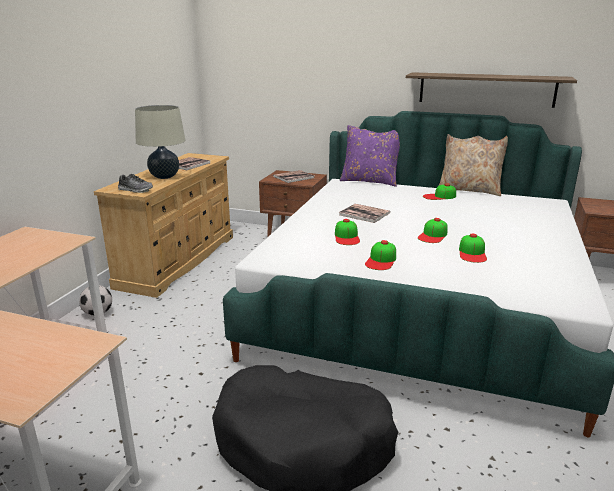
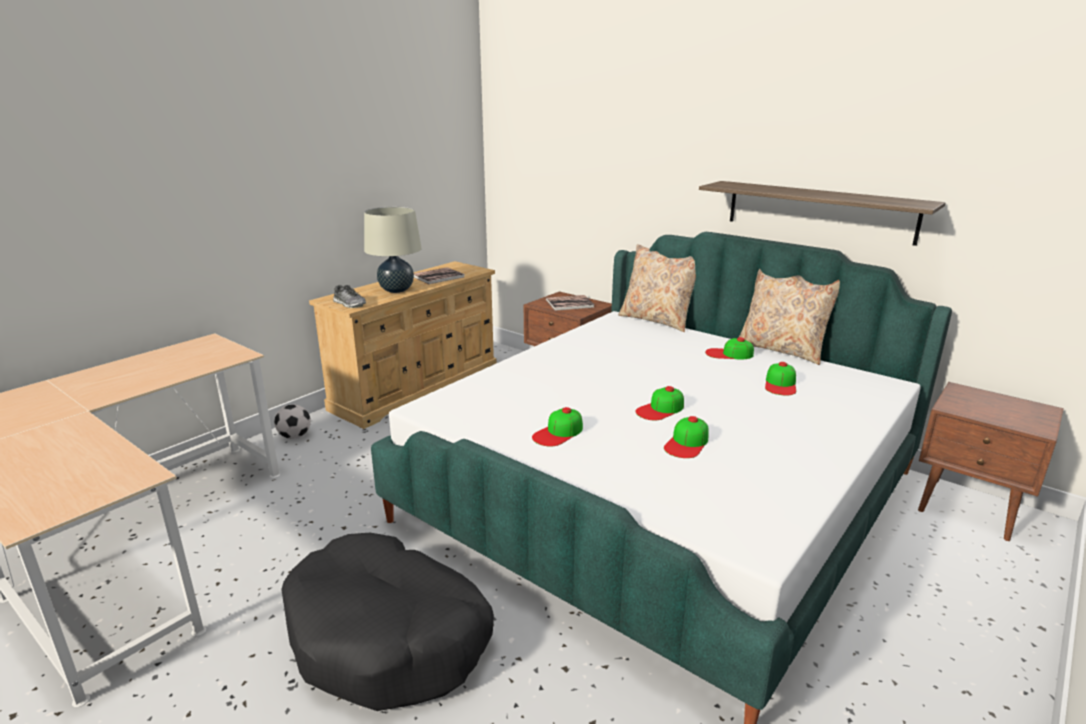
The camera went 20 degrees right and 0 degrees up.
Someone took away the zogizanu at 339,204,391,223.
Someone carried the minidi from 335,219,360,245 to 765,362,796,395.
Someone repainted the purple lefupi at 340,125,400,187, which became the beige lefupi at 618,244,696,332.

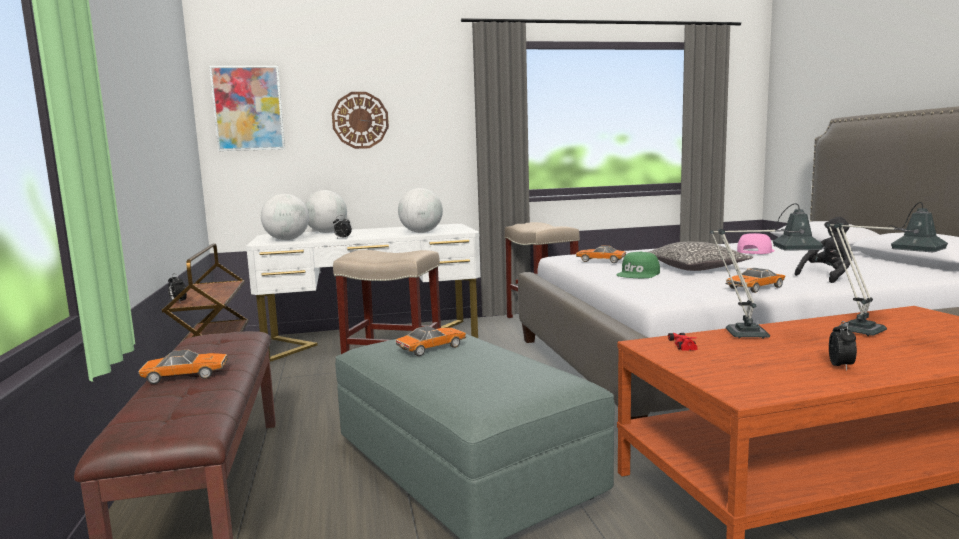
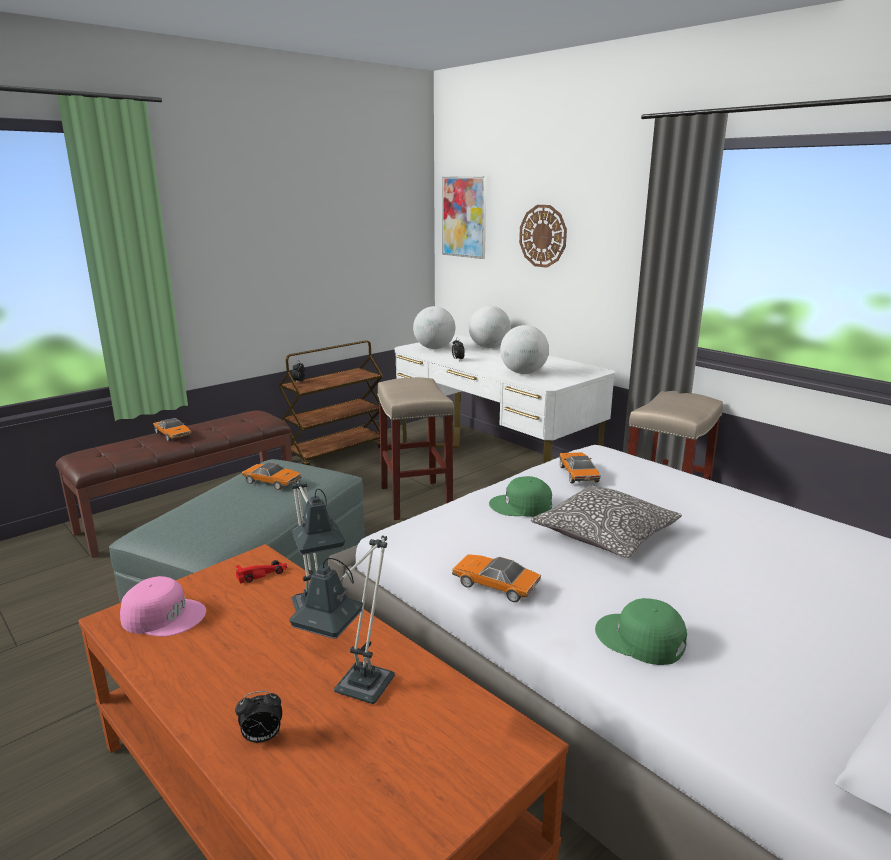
The camera went 60 degrees right and 10 degrees up.
Someone carried the pink minidi from 737,233,775,254 to 120,576,206,636.
Someone carried the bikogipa from 829,321,857,371 to 235,691,282,743.
Someone swapped the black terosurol at 795,217,852,283 for the green minidi at 595,598,687,665.

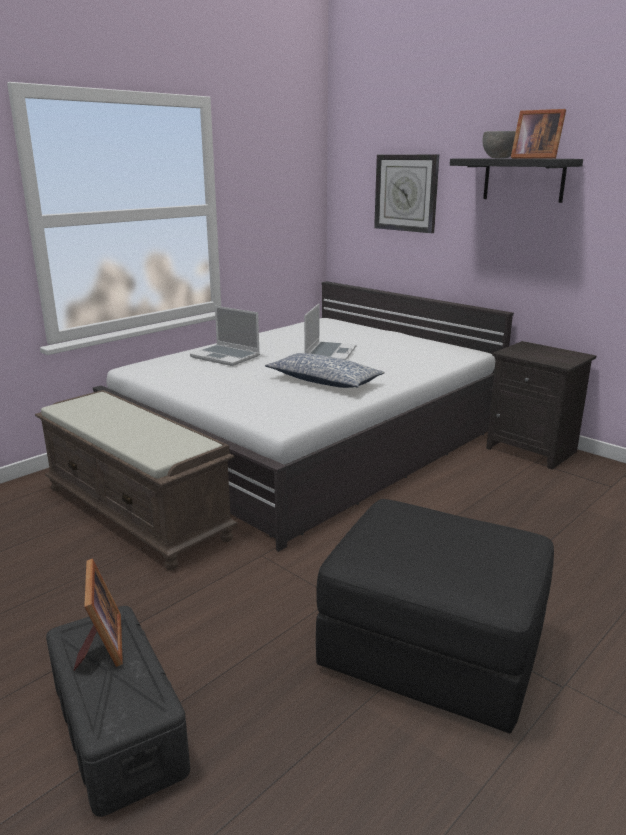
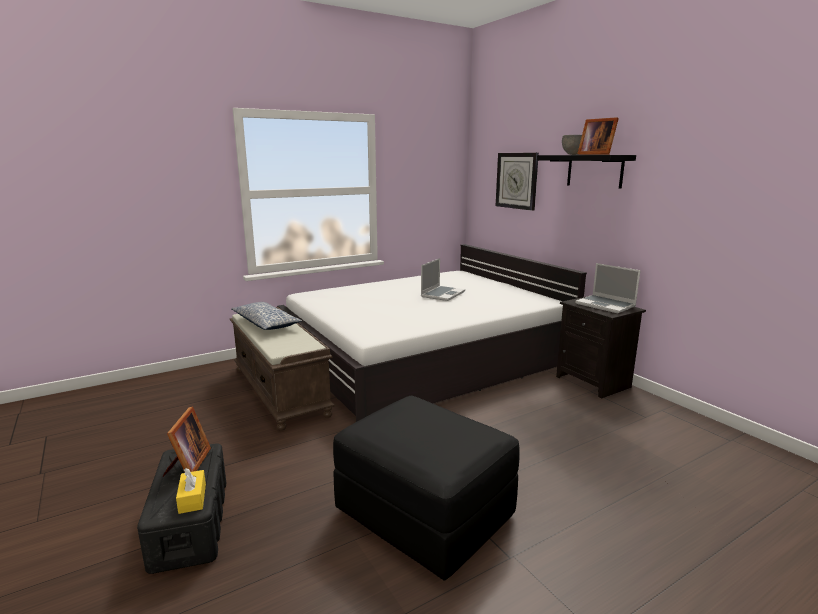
The camera went 15 degrees right and 5 degrees down.
Someone put down the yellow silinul at 176,468,206,514.
Someone carried the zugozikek from 190,306,260,366 to 575,263,641,313.
Someone carried the lefupi from 265,353,385,388 to 231,302,302,330.

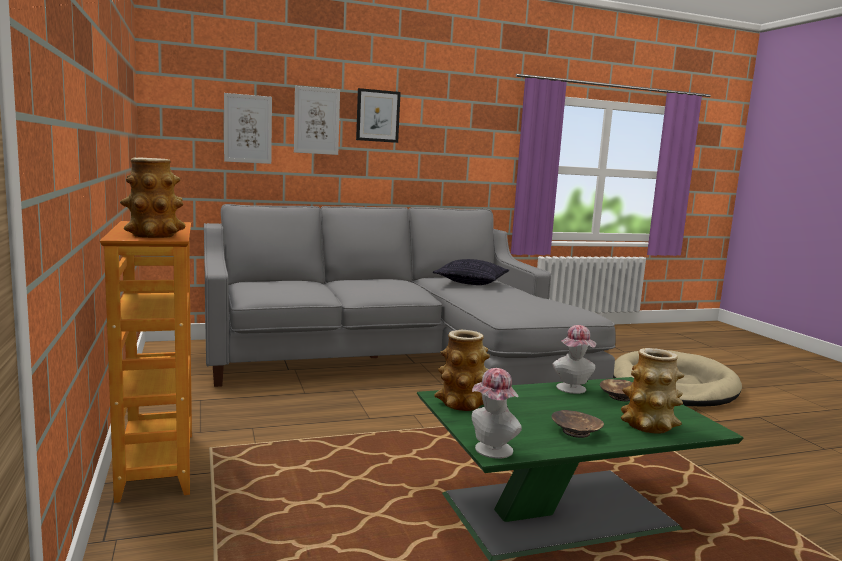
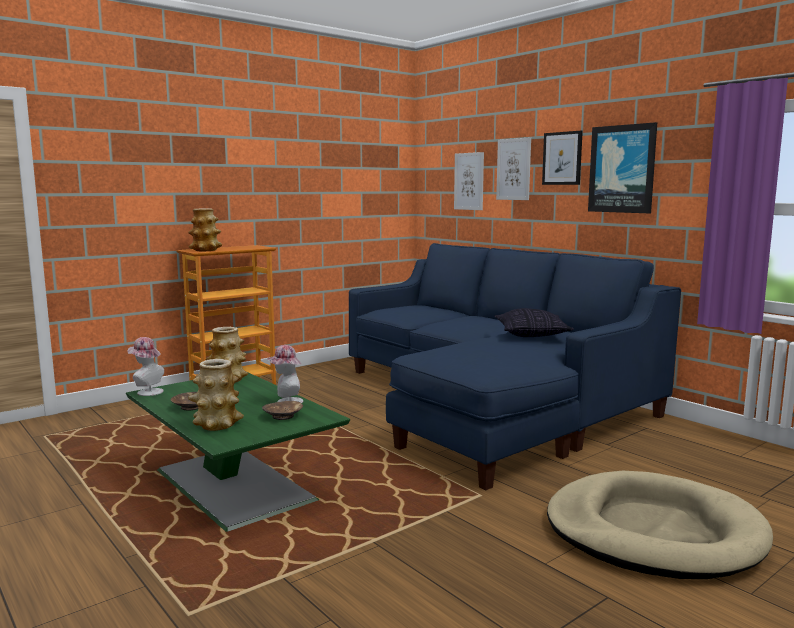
The camera went 70 degrees right and 0 degrees up.
Someone put up the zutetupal at 588,122,657,213.
Someone repainted the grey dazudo at 204,204,616,387, which became the blue dazudo at 349,243,681,490.

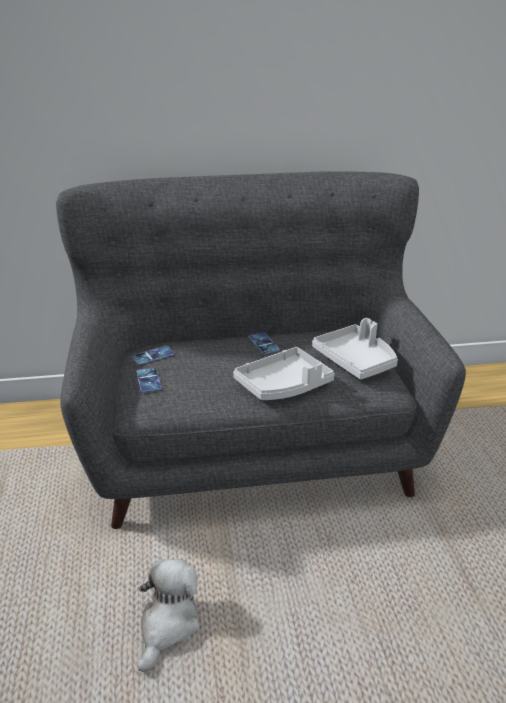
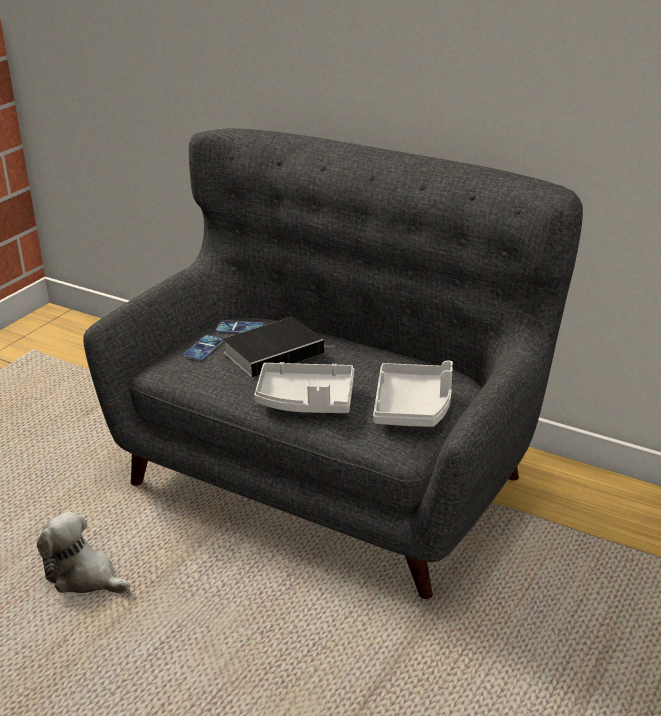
The camera went 40 degrees right and 0 degrees up.
Someone took away the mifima at 248,332,280,354.
Someone put down the zogizanu at 223,317,335,377.
Someone rotated the terosurol at 137,559,200,672 by 120 degrees counterclockwise.

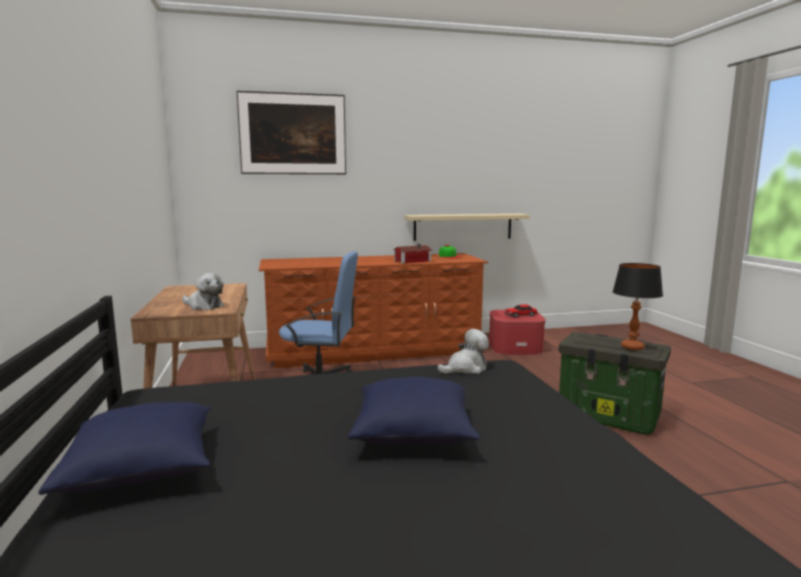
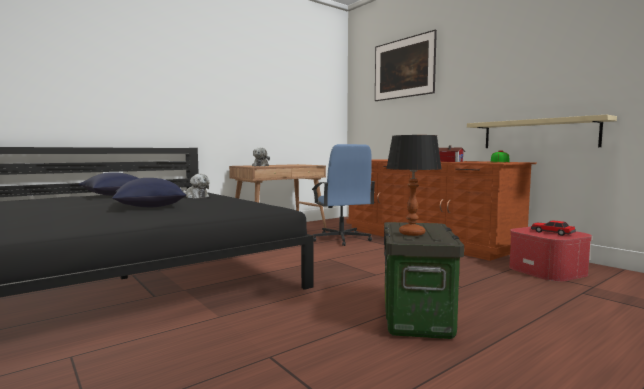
The camera went 65 degrees right and 5 degrees down.
Someone carried the terosurol from 437,329,489,374 to 183,174,209,198.

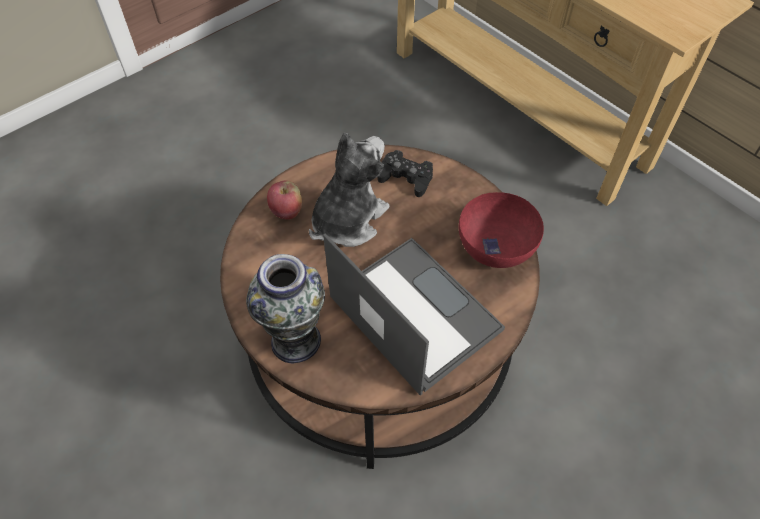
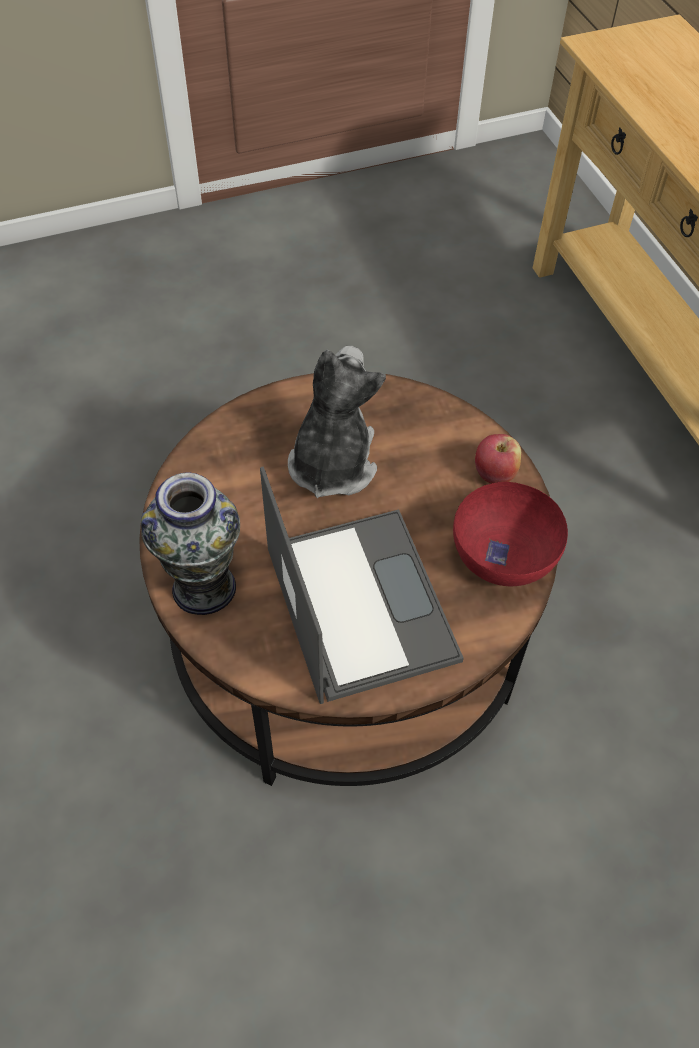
The camera went 20 degrees right and 0 degrees up.
Someone took away the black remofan at 378,150,433,197.
Someone carried the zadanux from 267,180,302,220 to 475,434,521,484.
Someone rotated the terosurol at 309,132,390,247 by 45 degrees counterclockwise.

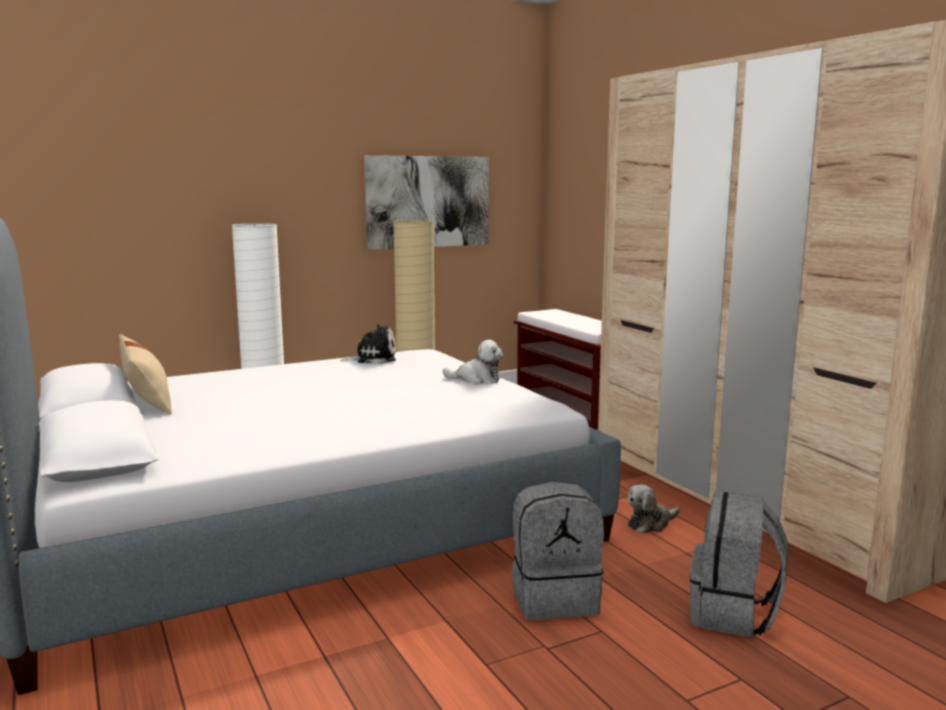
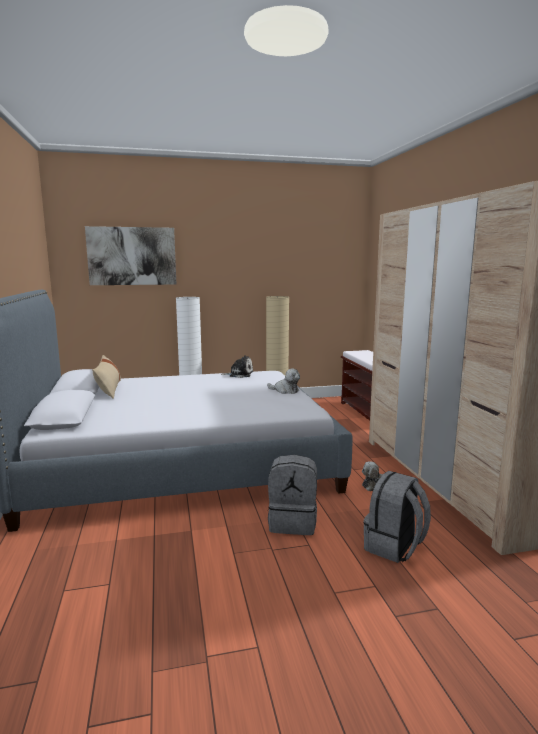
The camera went 15 degrees right and 0 degrees up.
Someone carried the zutetupal from 364,155,489,250 to 85,226,176,285.

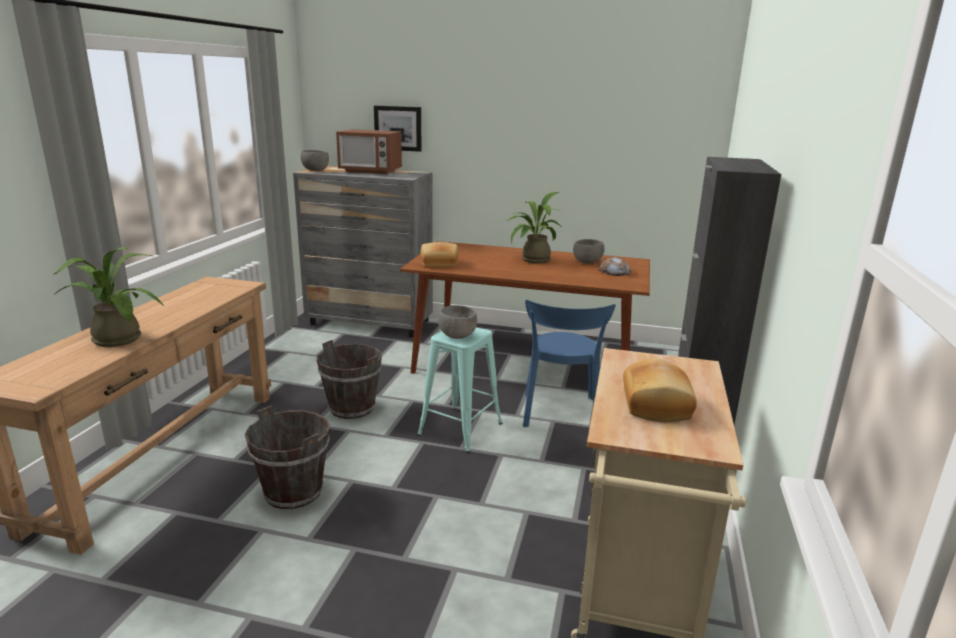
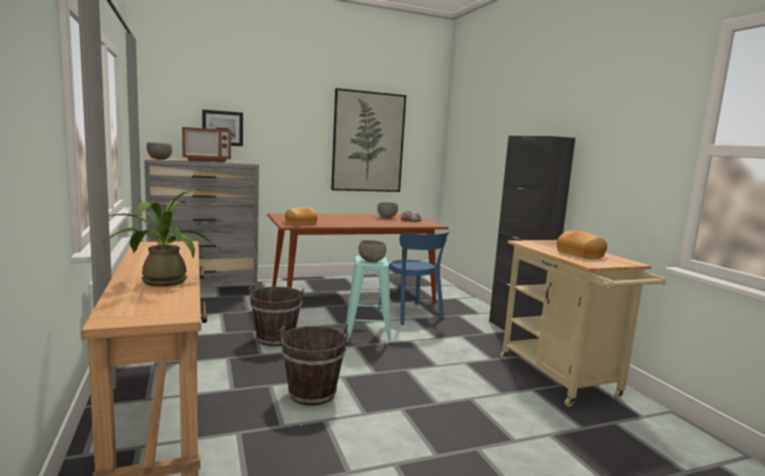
The camera went 35 degrees left and 10 degrees down.
Someone took away the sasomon at 506,192,562,264.
Someone put up the zutetupal at 331,88,406,192.

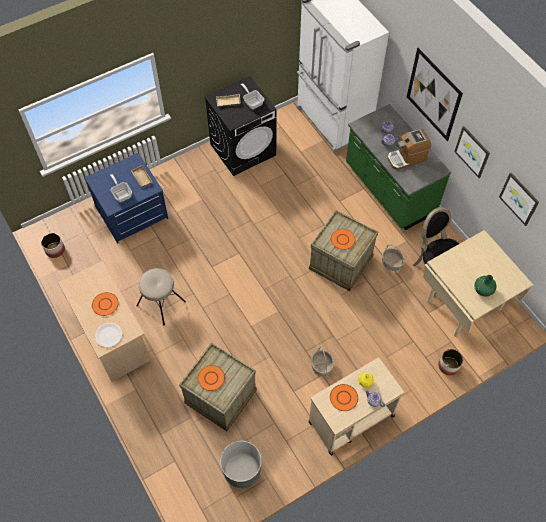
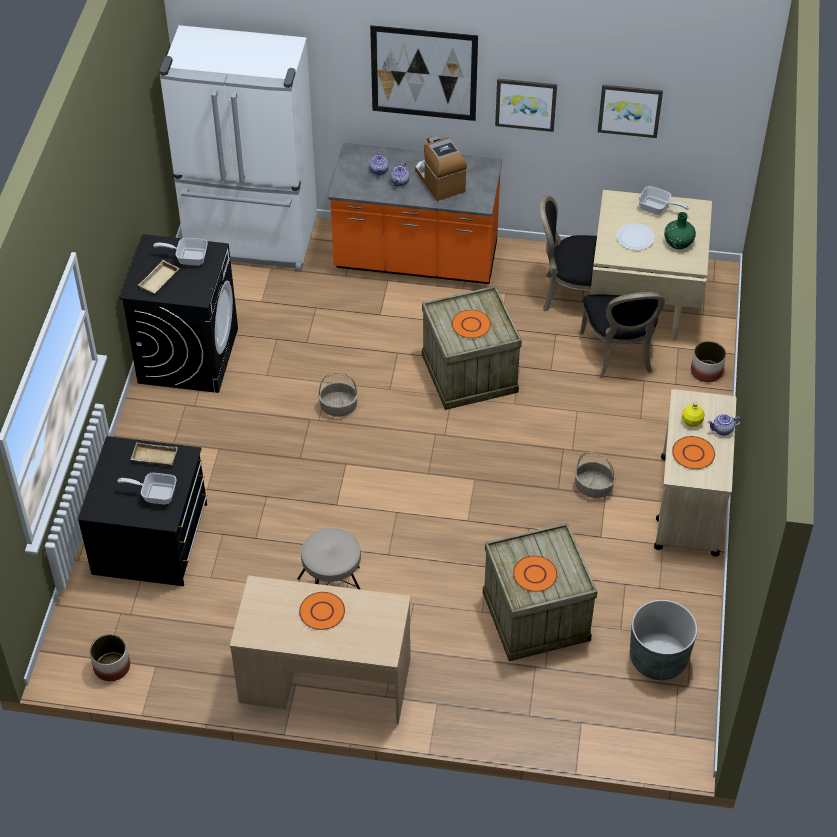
The camera went 50 degrees left and 10 degrees down.
Someone put down the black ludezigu at 580,292,665,378.
Someone put down the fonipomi at 638,186,690,215.
Someone carried the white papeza from 95,323,122,347 to 616,223,655,250.
Someone carried the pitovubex from 382,244,405,271 to 318,373,358,417.
Someone repainted the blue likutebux at 84,153,168,244, which became the black likutebux at 78,436,207,586.
Someone repainted the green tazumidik at 346,104,451,230, which became the orange tazumidik at 328,143,502,284.
Someone rotated the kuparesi at 387,129,431,170 by 135 degrees clockwise.

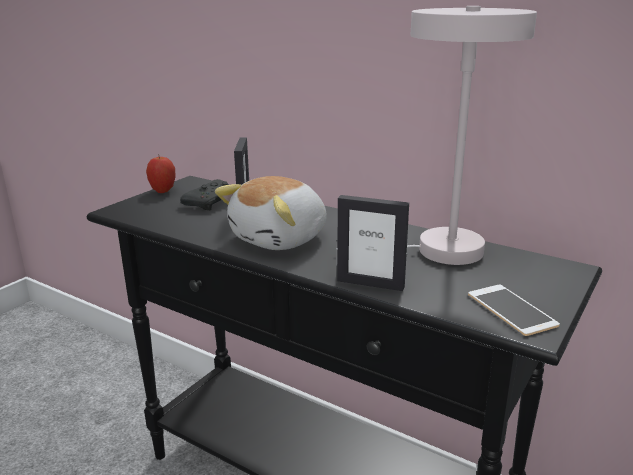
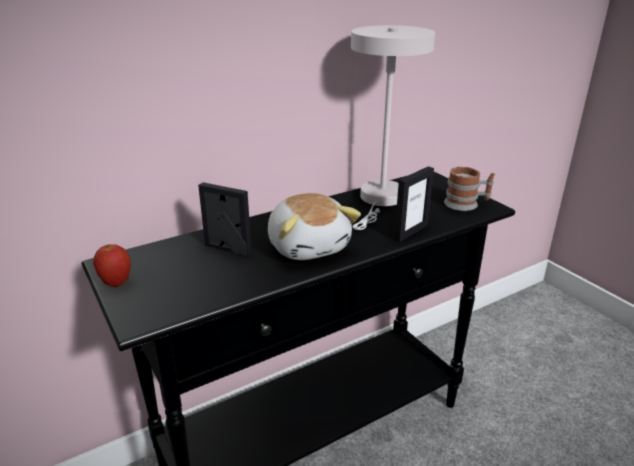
The camera went 65 degrees left and 5 degrees up.
Someone took away the black remofan at 180,179,229,210.
Someone swapped the mifima at 468,285,560,336 for the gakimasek at 444,166,495,211.

